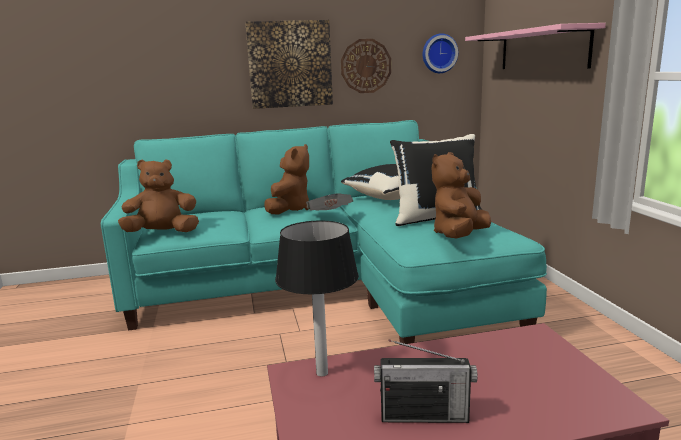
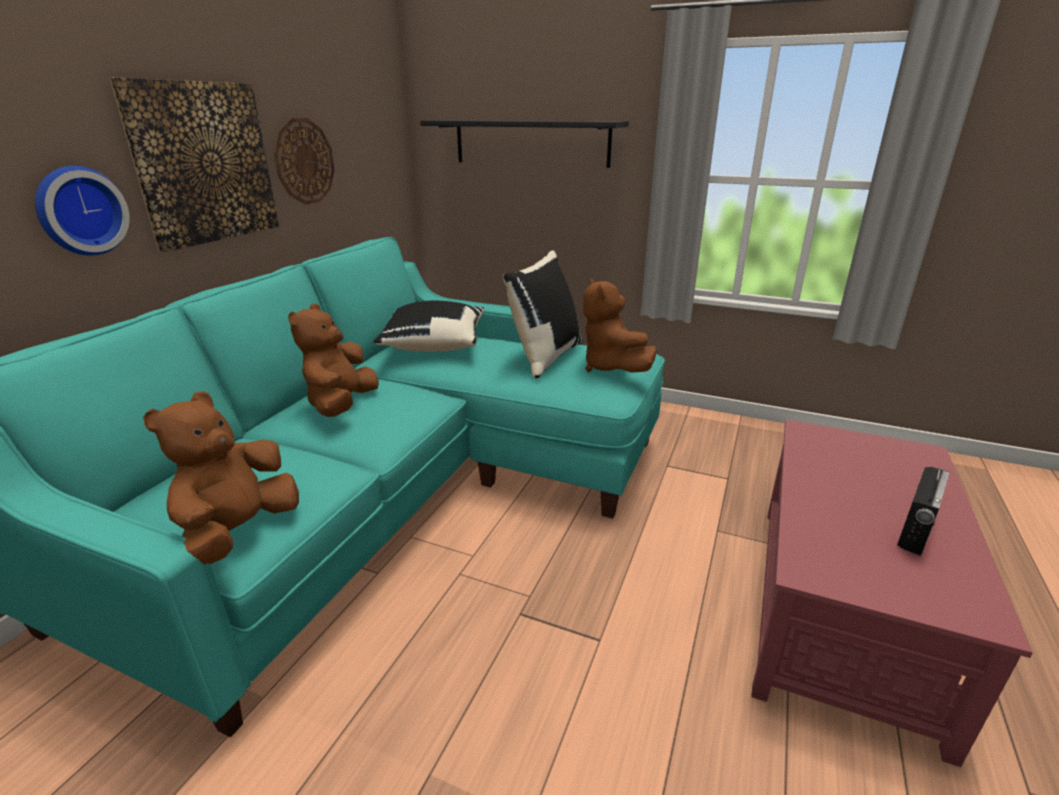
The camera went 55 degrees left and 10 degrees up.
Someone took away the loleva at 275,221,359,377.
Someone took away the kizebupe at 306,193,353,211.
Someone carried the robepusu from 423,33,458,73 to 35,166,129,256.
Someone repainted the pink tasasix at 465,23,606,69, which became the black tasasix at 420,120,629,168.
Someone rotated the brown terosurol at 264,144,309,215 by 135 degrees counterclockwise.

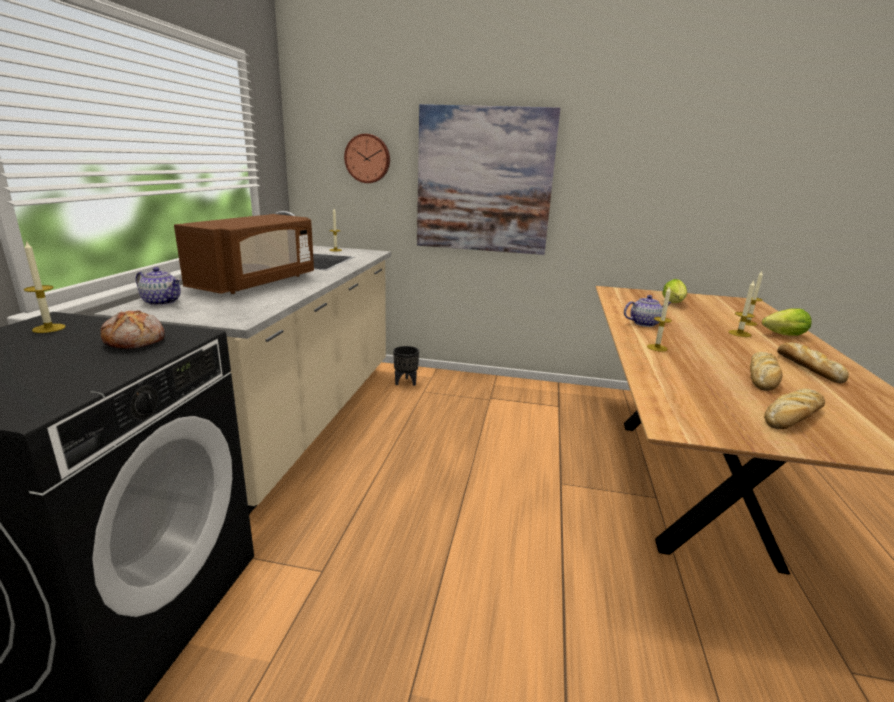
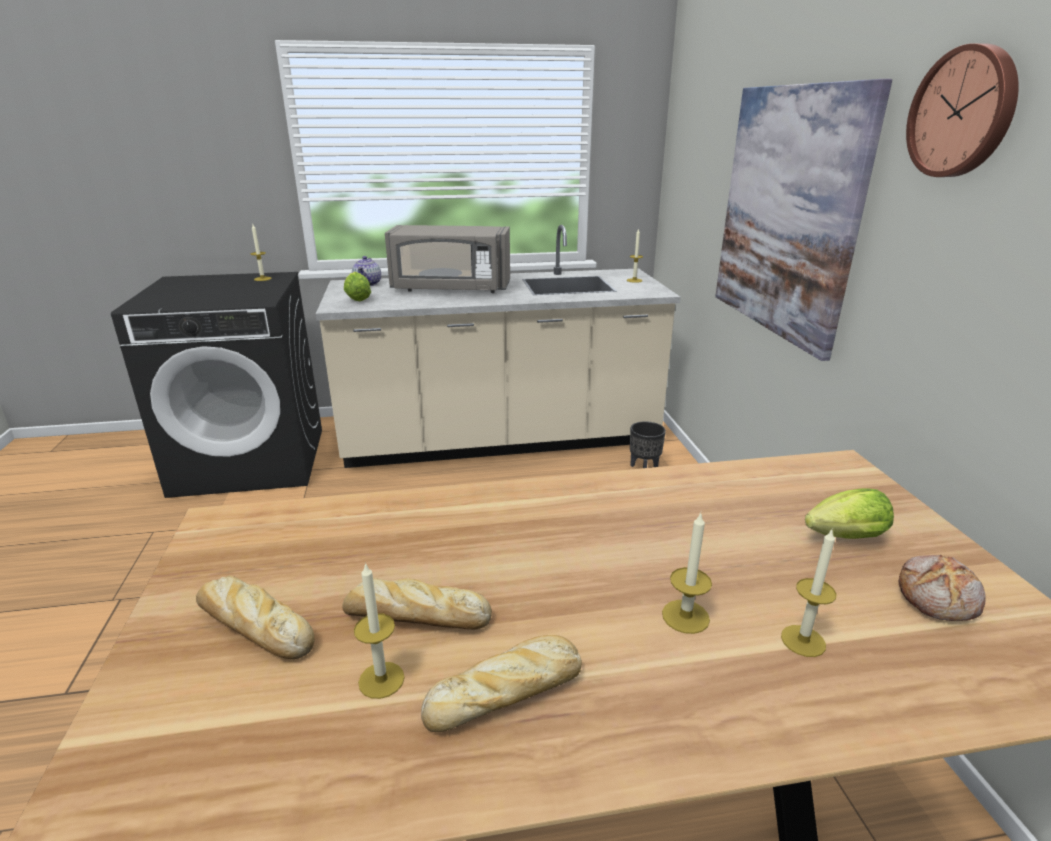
The camera went 70 degrees right and 5 degrees up.
Someone took away the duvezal at 624,295,672,327.
Someone carried the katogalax from 100,310,165,349 to 899,555,986,621.
Someone carried the robepusu from 344,134,390,183 to 906,43,1019,177.
Someone carried the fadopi from 647,286,672,352 to 354,562,405,699.
Someone carried the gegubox from 762,308,812,336 to 344,272,371,301.
Someone repainted the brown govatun at 174,214,314,294, which became the grey govatun at 385,225,510,293.

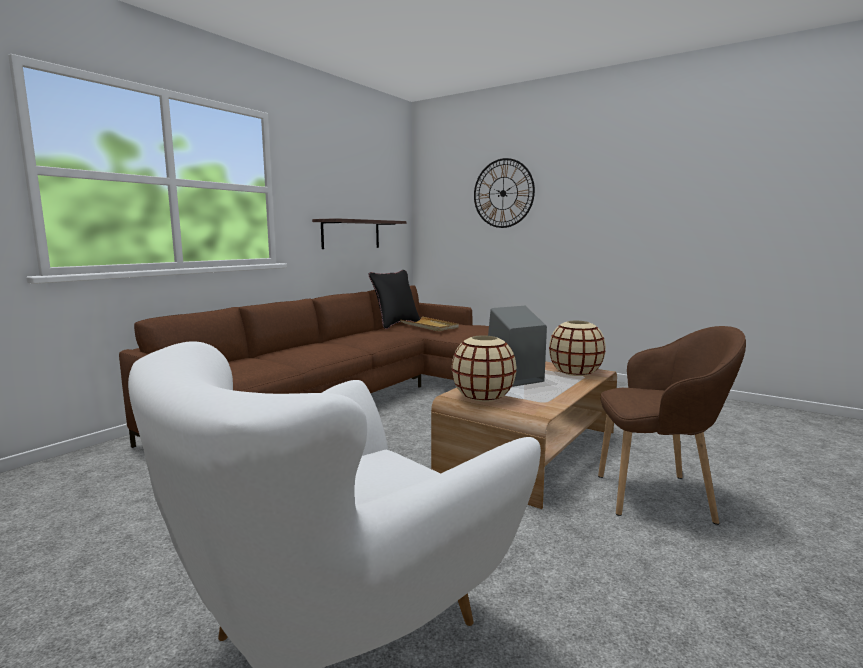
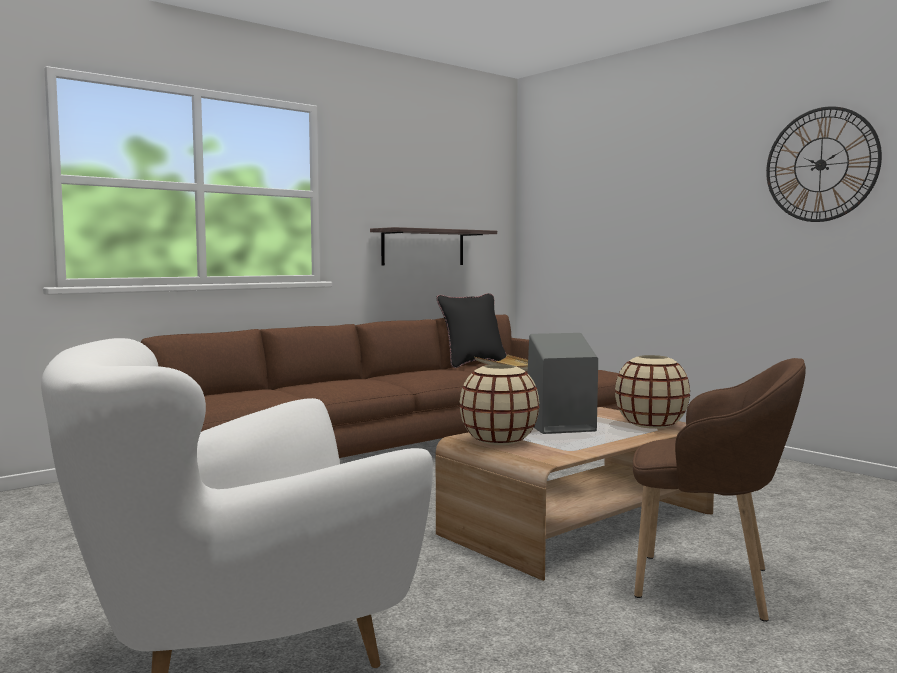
The camera went 15 degrees right and 5 degrees down.
Someone carried the robepusu from 474,158,535,228 to 766,106,882,222.

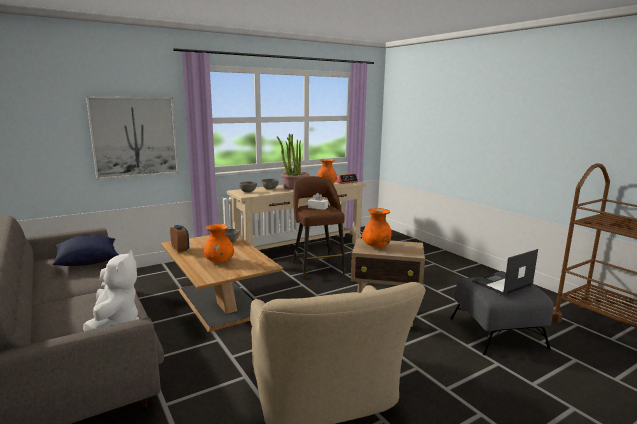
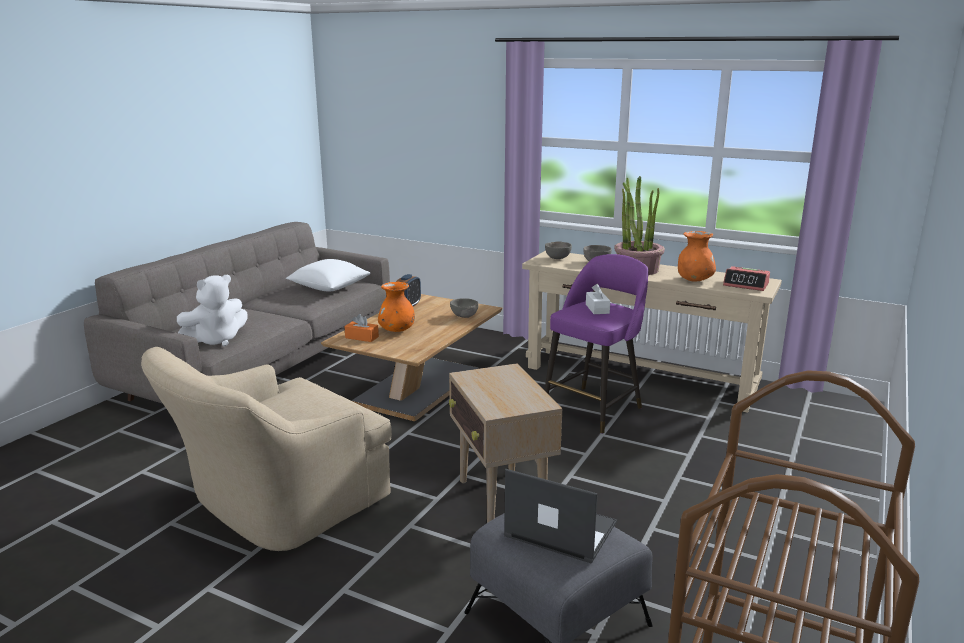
The camera went 60 degrees right and 5 degrees up.
Someone took away the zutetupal at 86,97,178,180.
Someone took away the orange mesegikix at 362,208,392,248.
Someone put down the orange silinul at 344,314,379,342.
Someone repainted the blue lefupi at 53,235,119,266, which became the white lefupi at 286,259,370,292.
Someone repainted the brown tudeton at 292,176,346,279, which became the purple tudeton at 544,254,649,434.

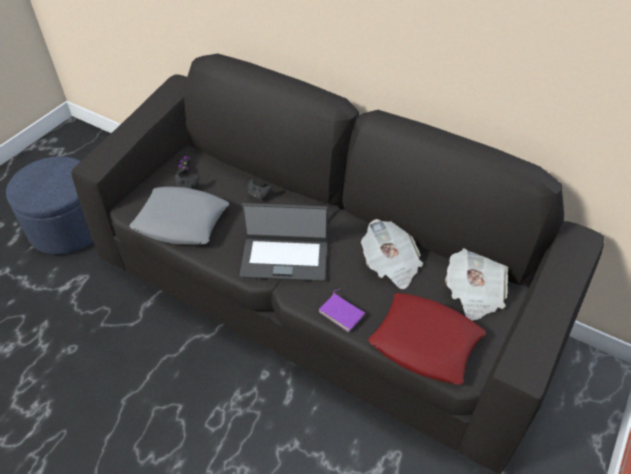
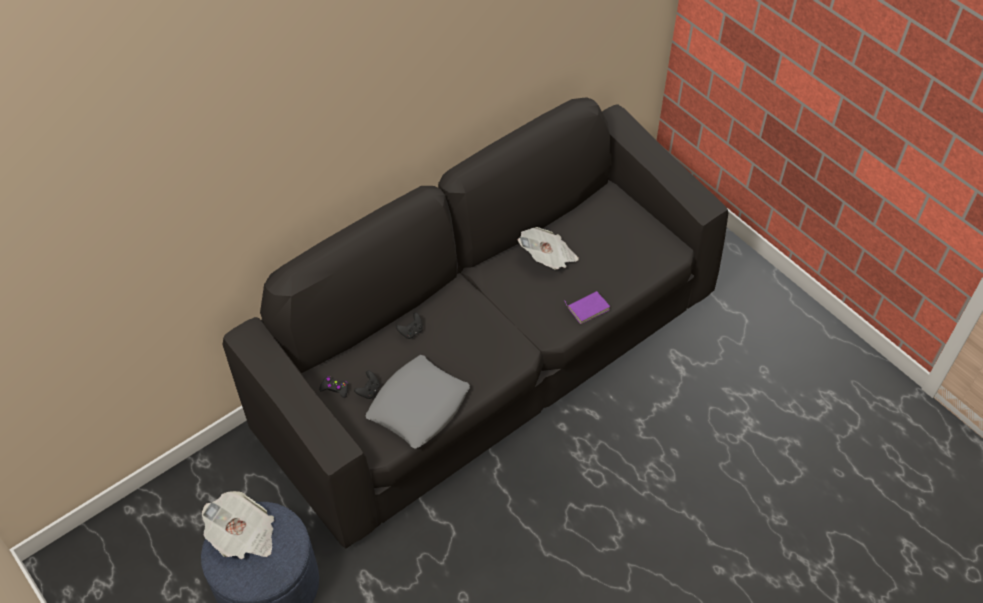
The camera went 70 degrees left and 5 degrees up.
Someone took away the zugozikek at 239,203,328,281.
Someone took away the red lefupi at 368,293,486,385.
Someone carried the kizebupe from 445,248,508,321 to 202,491,274,559.

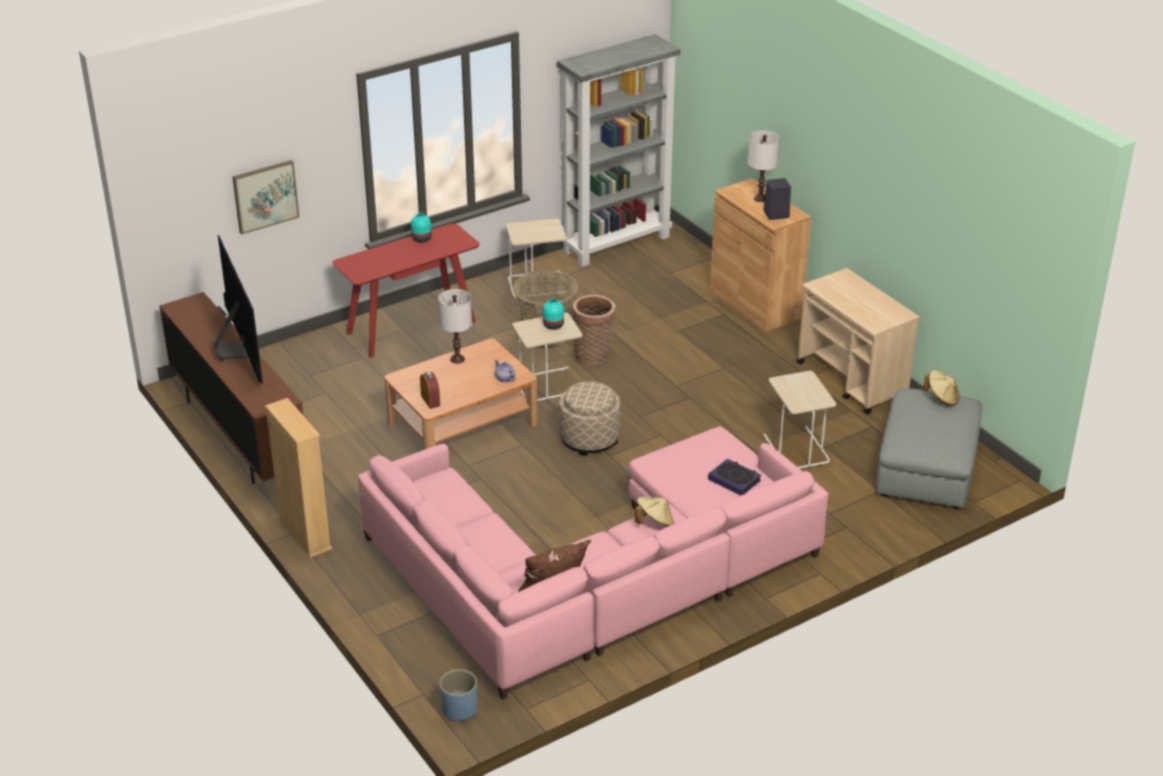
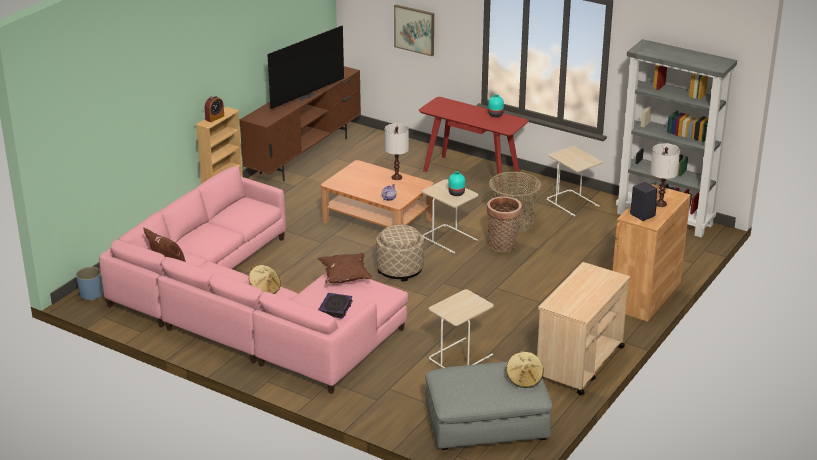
The camera went 65 degrees right and 5 degrees down.
Someone put down the brown lefupi at 318,253,372,284.
Someone carried the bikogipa from 420,372,440,409 to 205,96,224,122.

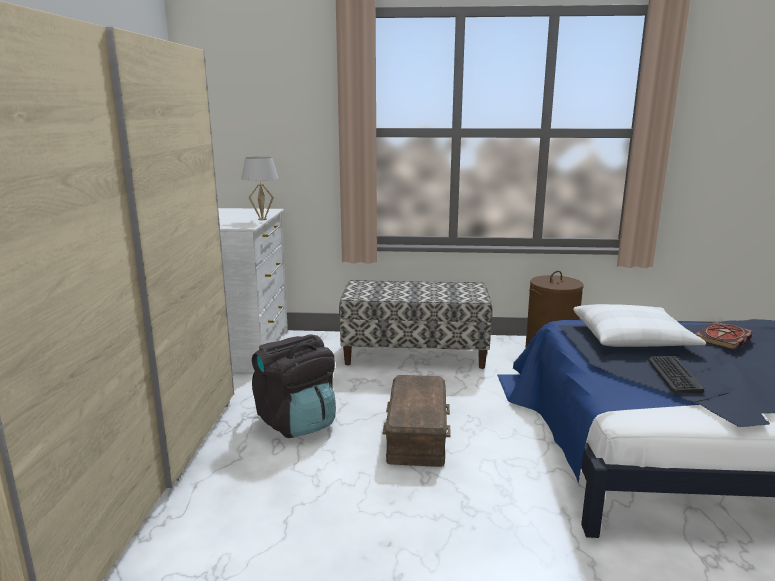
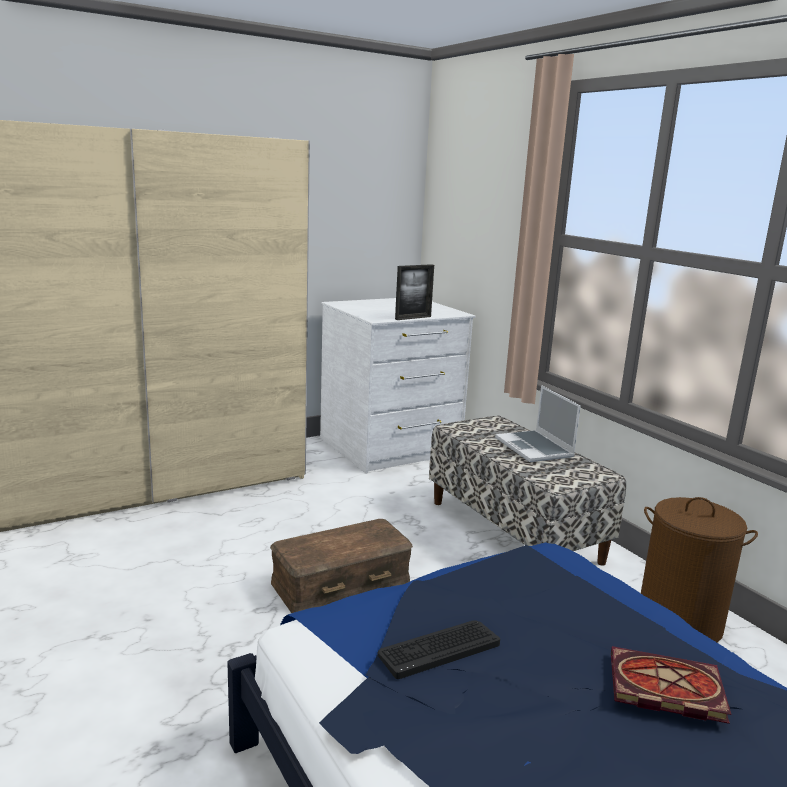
The camera went 55 degrees right and 0 degrees up.
Someone took away the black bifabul at 252,335,336,438.
Someone took away the white lefupi at 573,304,706,347.
Someone put down the zugozikek at 495,385,581,462.
Someone swapped the white loleva at 241,157,279,220 for the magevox at 395,264,434,320.

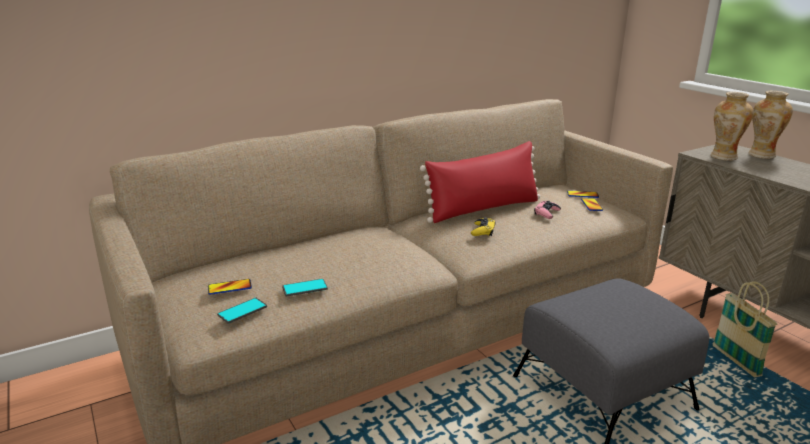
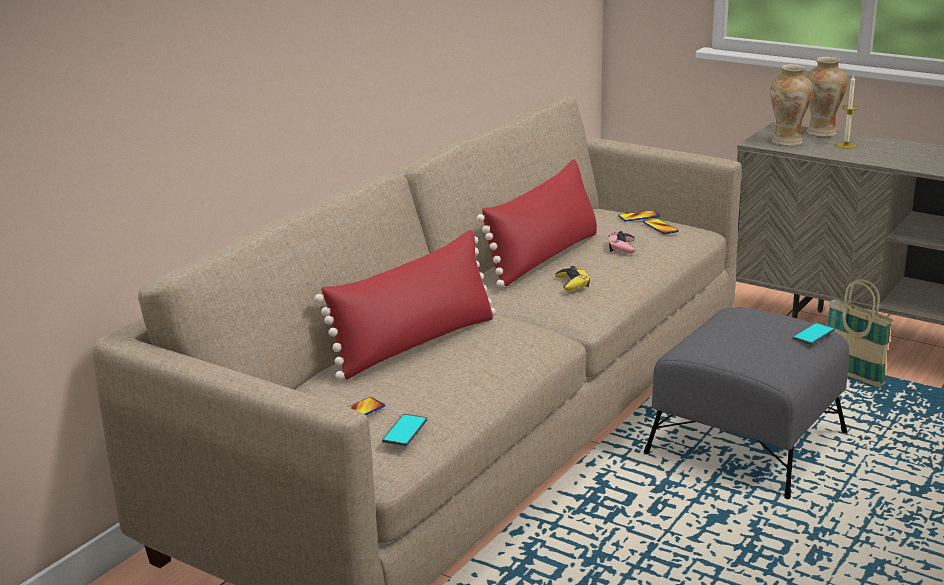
The camera went 25 degrees left and 0 degrees up.
Someone put down the red lefupi at 314,230,496,380.
Someone put down the fadopi at 837,74,859,149.
Someone carried the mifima from 282,279,328,297 to 792,323,835,345.

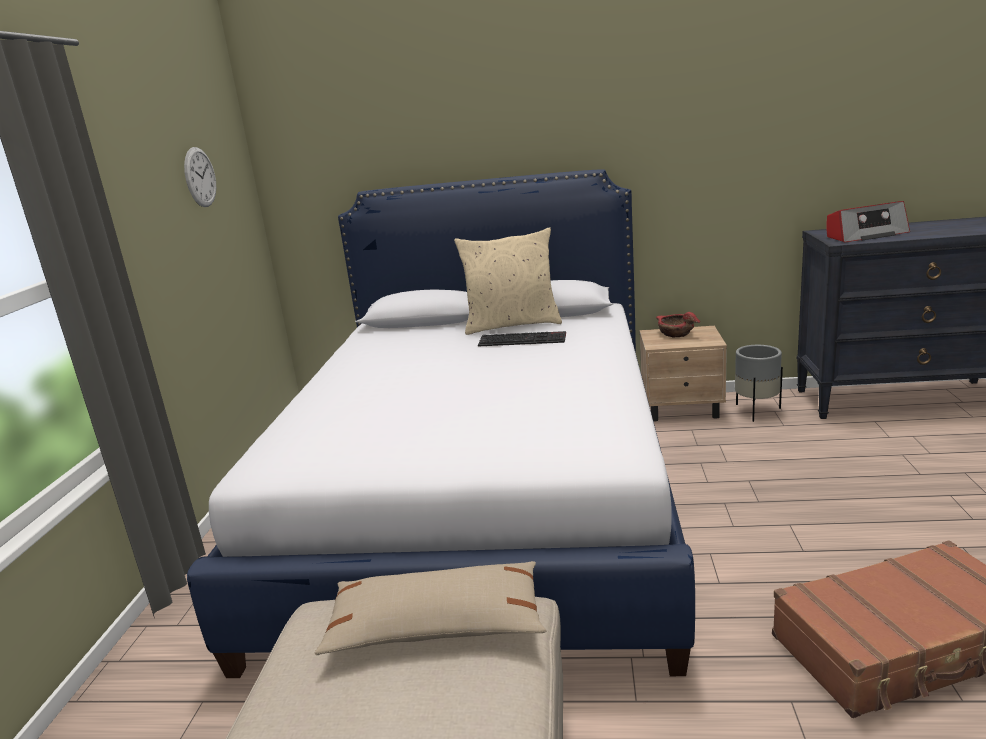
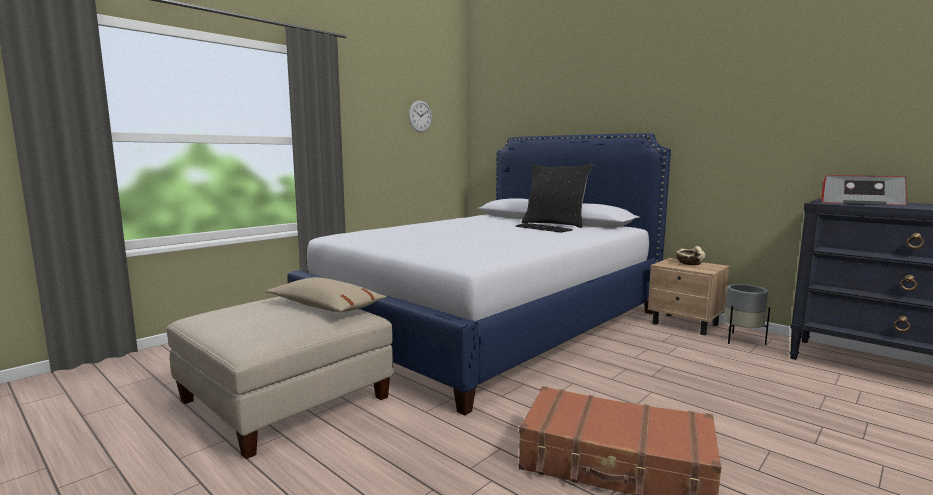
The camera went 35 degrees right and 10 degrees down.
Someone repainted the beige lefupi at 454,227,562,335, which became the black lefupi at 522,164,592,228.
Someone repainted the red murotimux at 656,312,700,337, which became the beige murotimux at 676,246,705,265.

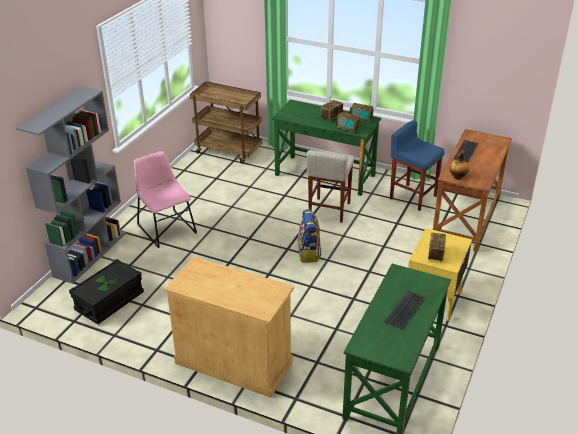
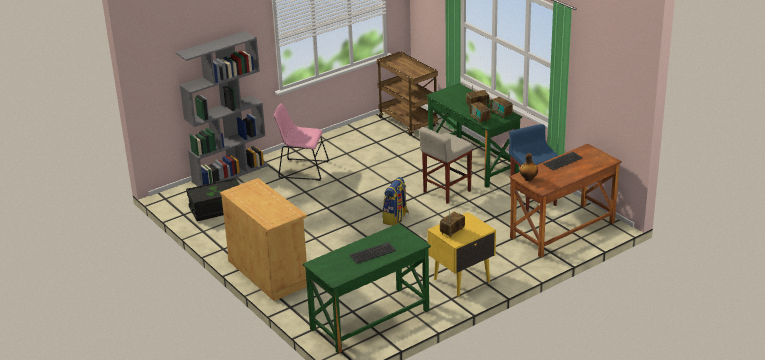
The camera went 30 degrees right and 5 degrees down.
Someone rotated the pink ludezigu at 134,151,197,248 by 75 degrees counterclockwise.

